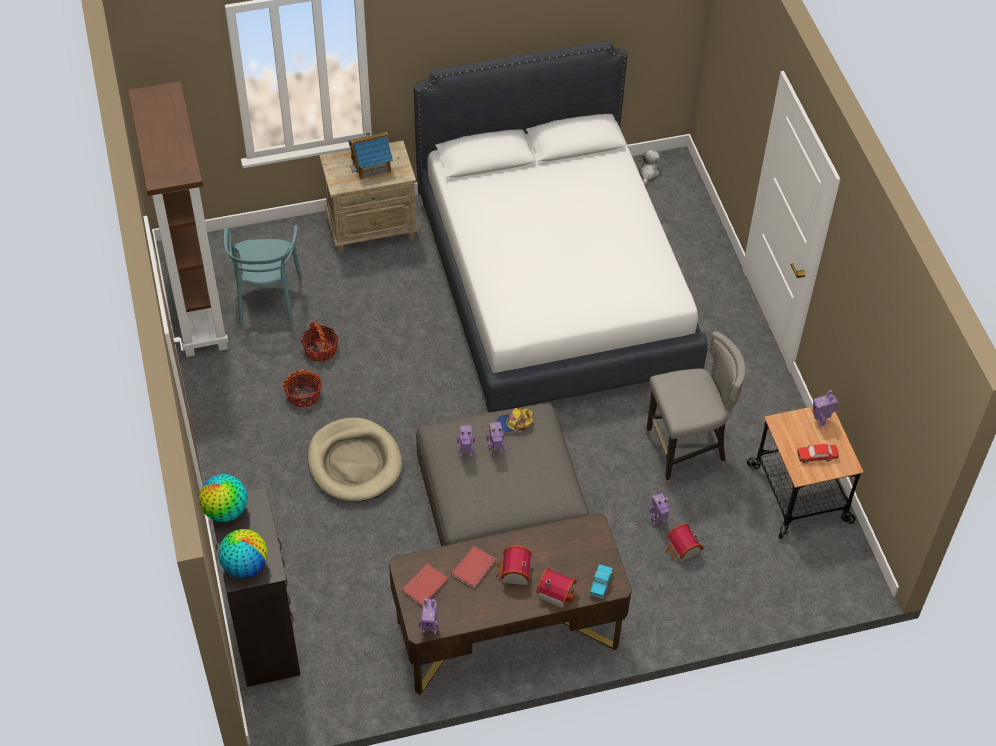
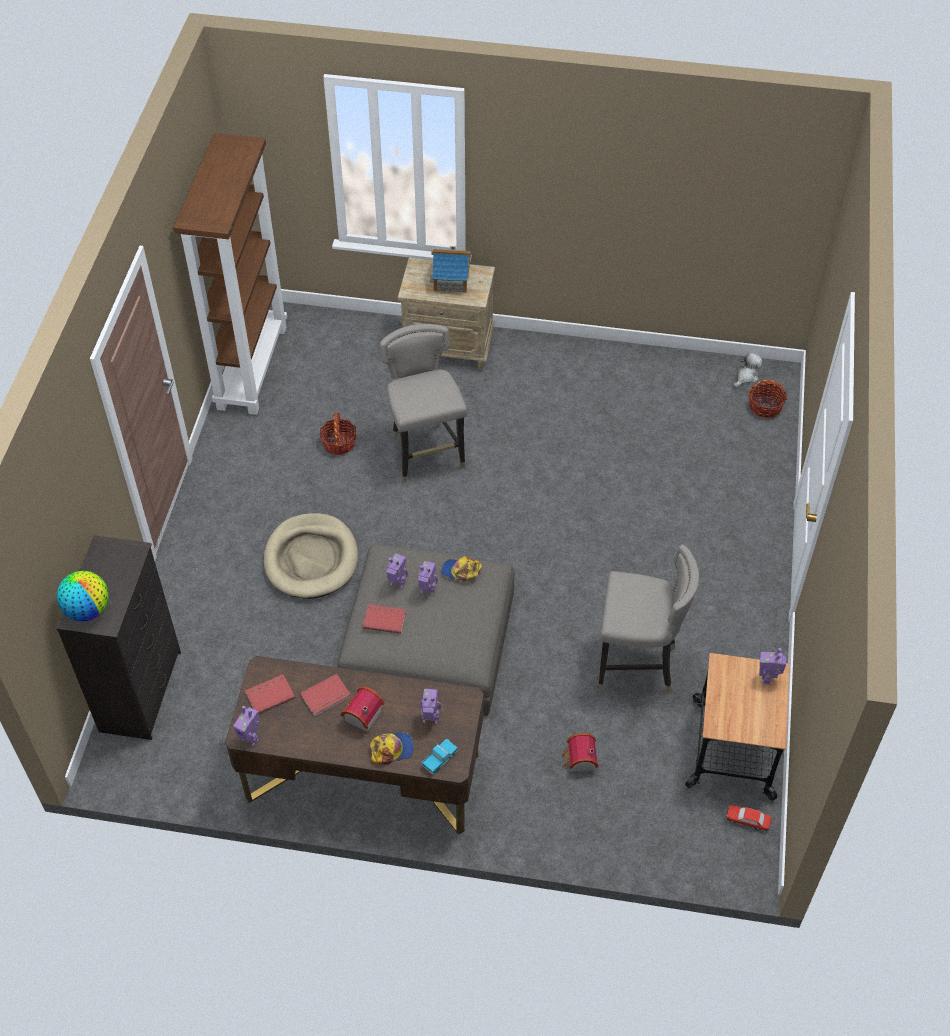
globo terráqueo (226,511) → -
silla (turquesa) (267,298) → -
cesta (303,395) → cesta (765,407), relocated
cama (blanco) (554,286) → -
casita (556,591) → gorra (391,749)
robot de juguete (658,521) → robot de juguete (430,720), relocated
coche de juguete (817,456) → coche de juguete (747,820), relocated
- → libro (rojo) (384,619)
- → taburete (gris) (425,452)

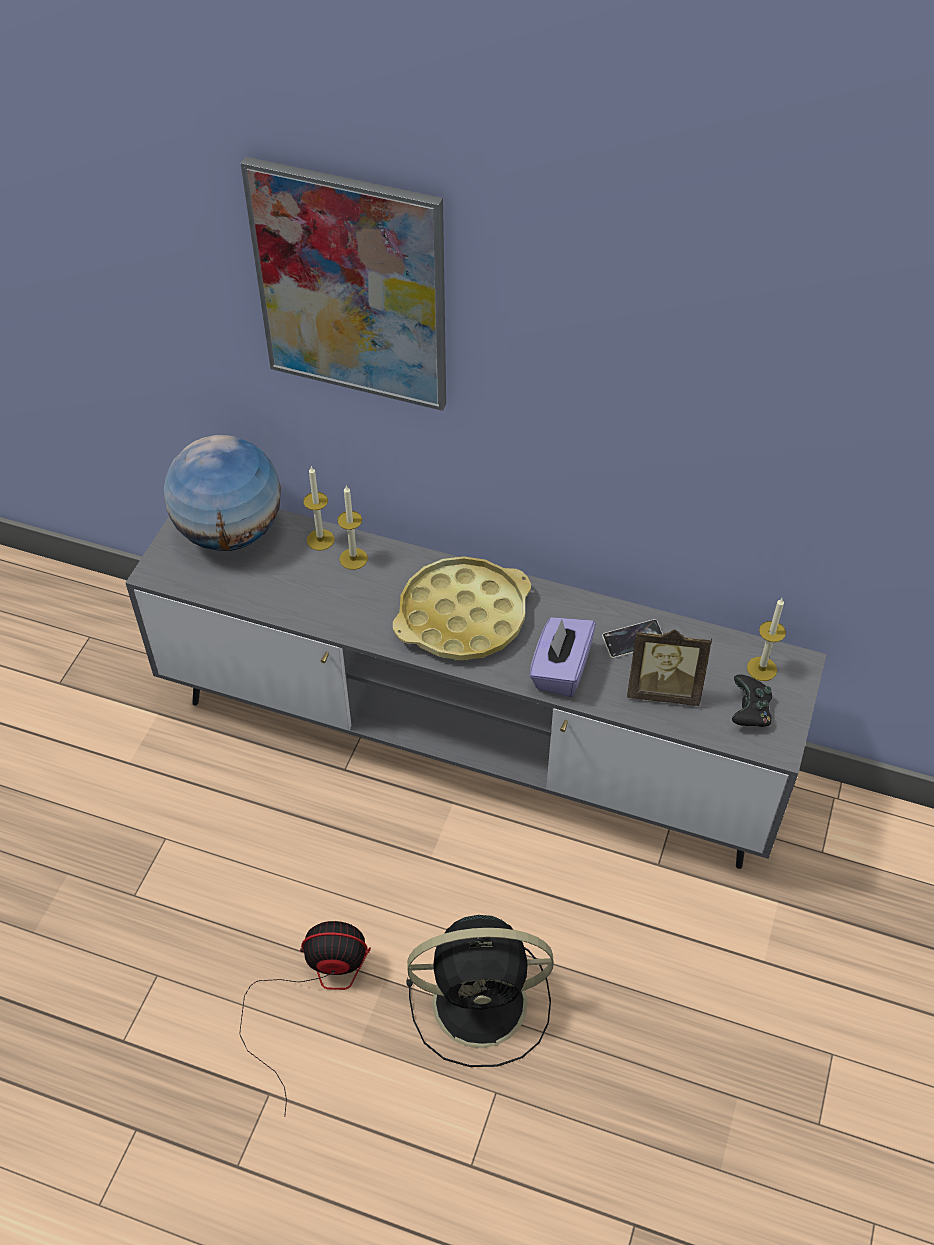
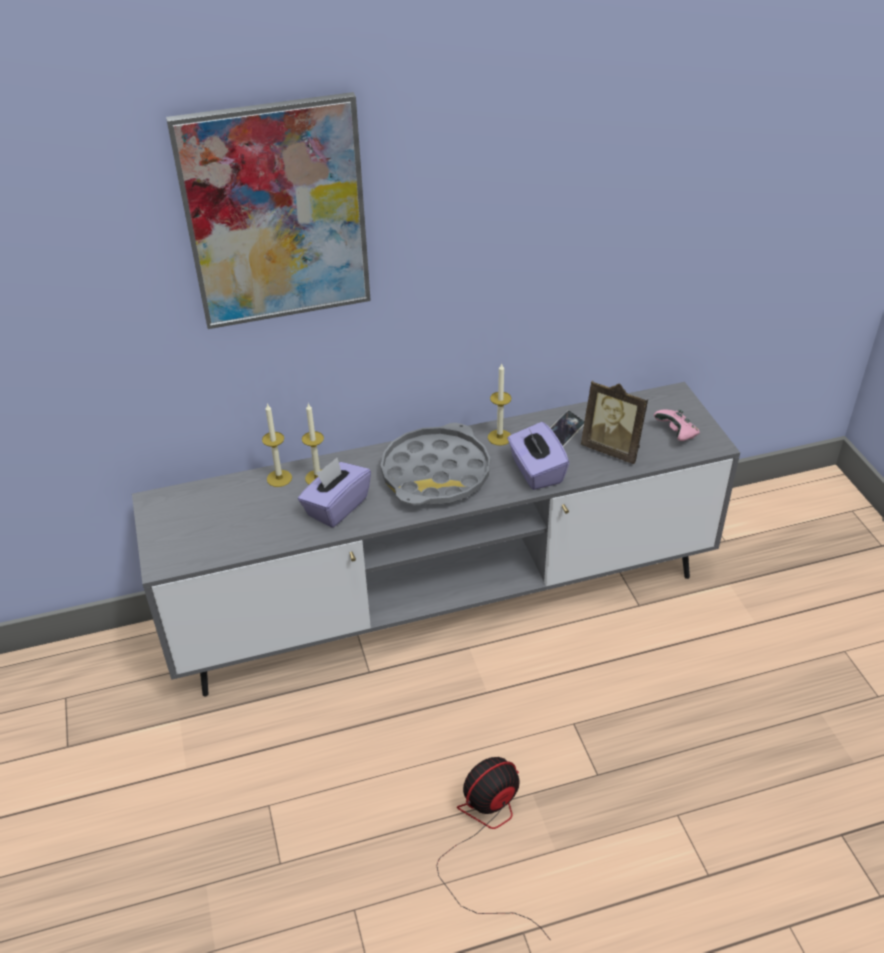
globo terráqueo (230,532) → -
bandeja (amarillo) (462,616) → bandeja (gris) (436,474)
ventilador (negro) (484,1002) → -
portarretratos (663,690) → portarretratos (613,449), 60 degrees clockwise
mando de consola (negro) (749,712) → mando de consola (rosa) (676,434)
vela (761,668) → vela (499,437), relocated
- → caja de pañuelos (morado) (336,507)

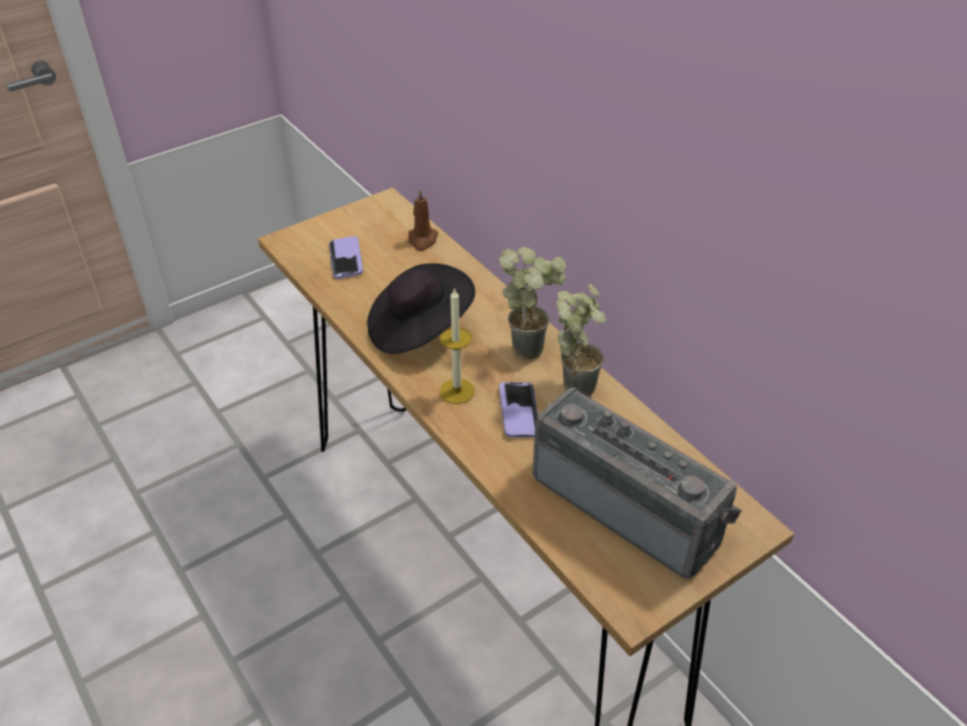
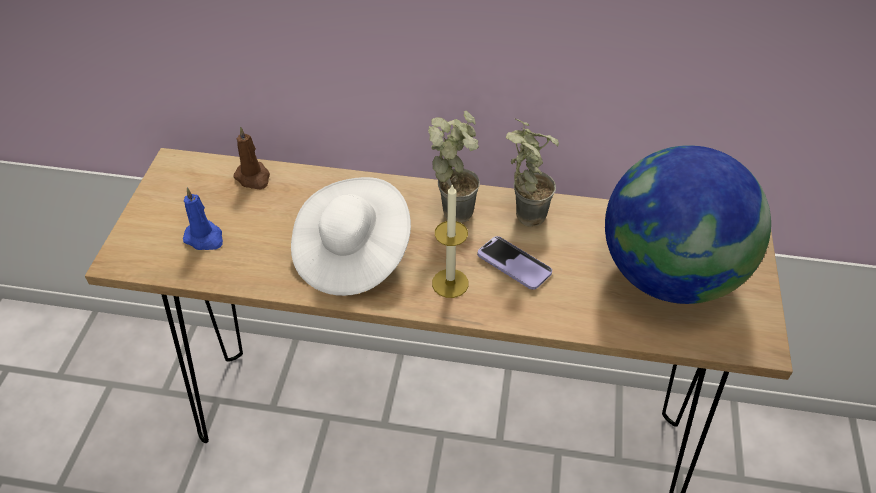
móvil (346,259) → vela (azul) (205,238)
sombrero (negro) (419,328) → sombrero (blanco) (352,254)
radio (630,504) → globo terráqueo (668,274)

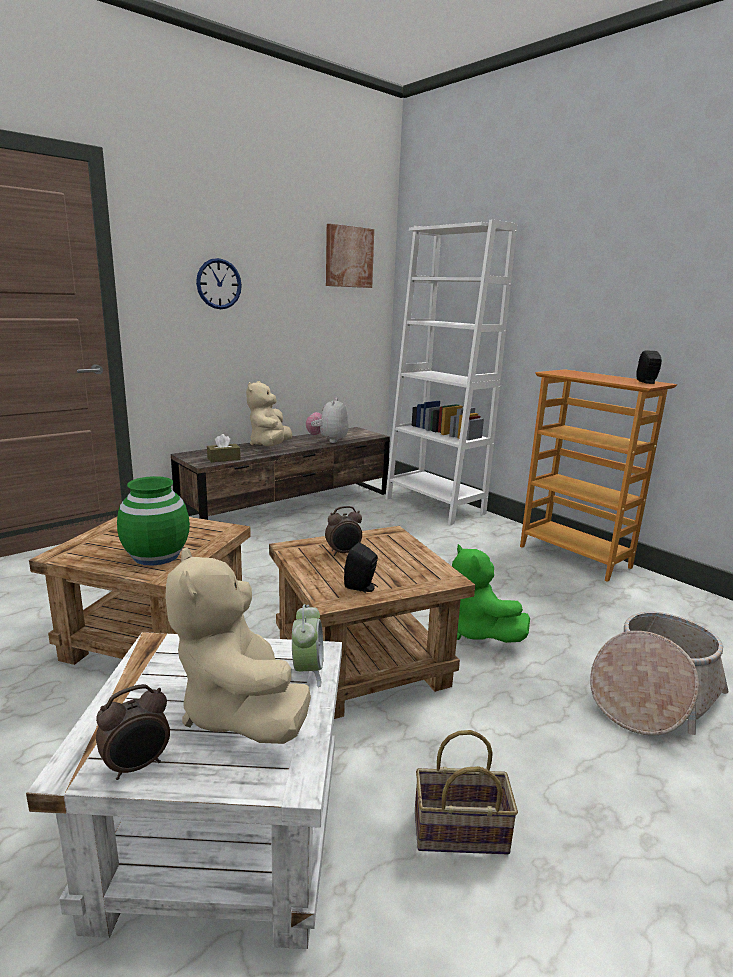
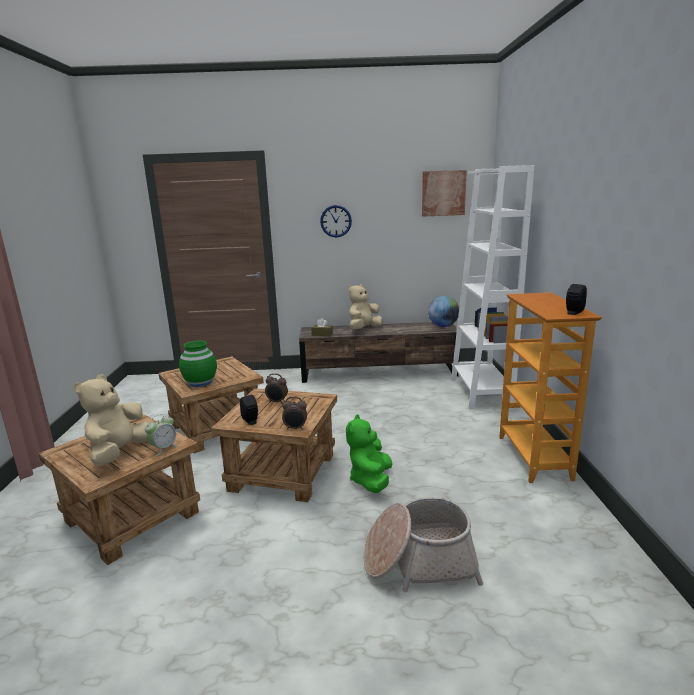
mesa auxiliar (blanco) (219,838) → mesa auxiliar (marrón) (133,516)
despertador (137,766) → despertador (295,428), relocated
peluche (328,440) → -
cesta (458,833) → -
- → globo terráqueo (443,326)

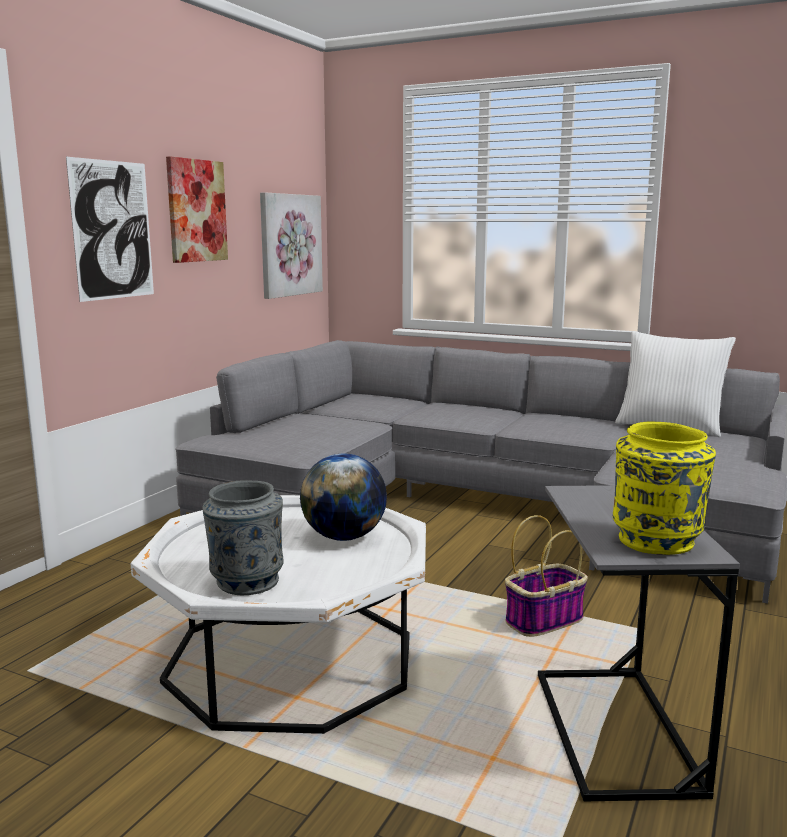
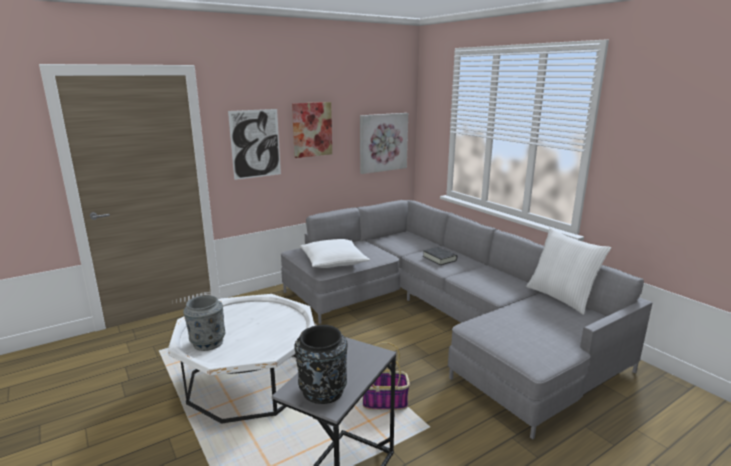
globo terráqueo (344,537) → -
florero (amarillo) (657,542) → florero (negro) (322,392)
- → cojín (blanco) (333,261)
- → libro (negro) (439,258)

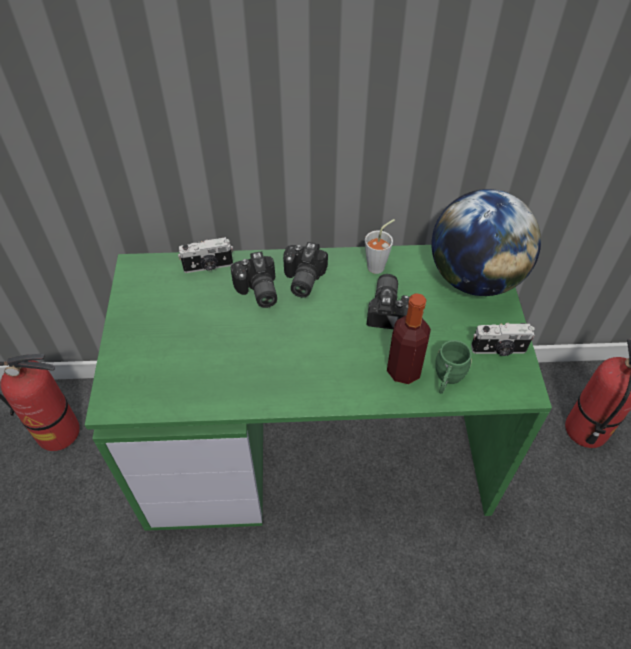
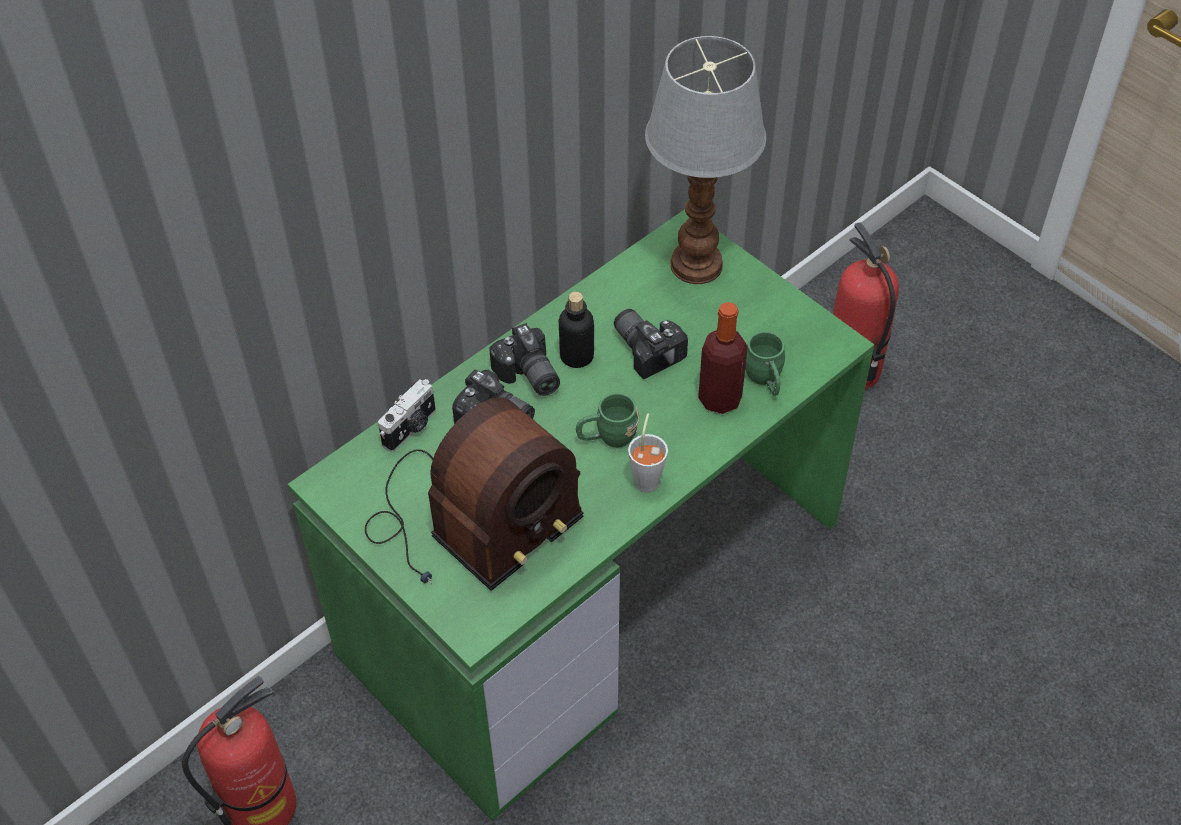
taza (gris) (379,265) → taza (gris) (648,477), relocated
globo terráqueo (474,278) → lámpara de mesa (697,263)
cámara (499,350) → -
- → radio (470,522)
- → botella (577,356)
- → taza grande (verde) (607,437)

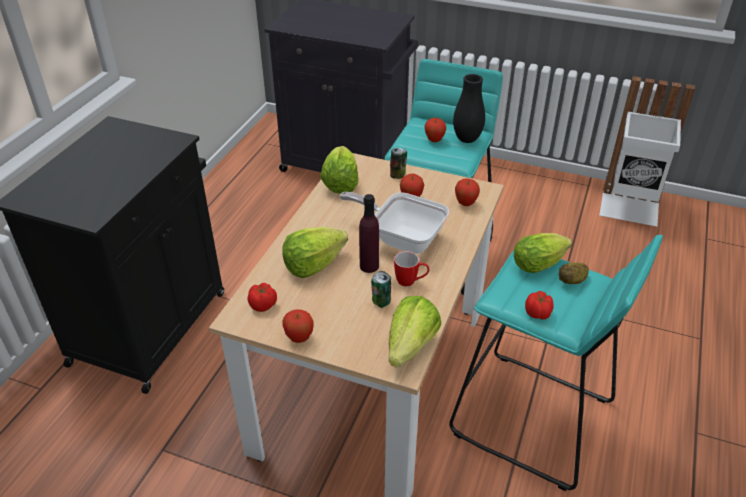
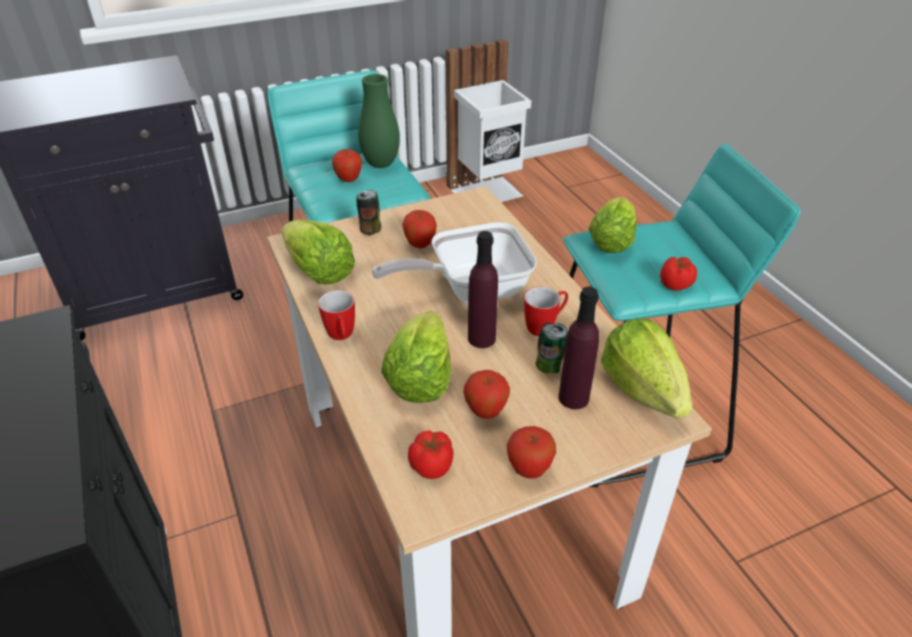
florero (negro) (467,139) → florero (verde) (381,164)
manzana (465,203) → manzana (485,412), relocated
patata (572,280) → -
- → taza grande (341,337)
- → botella (morado) (573,398)

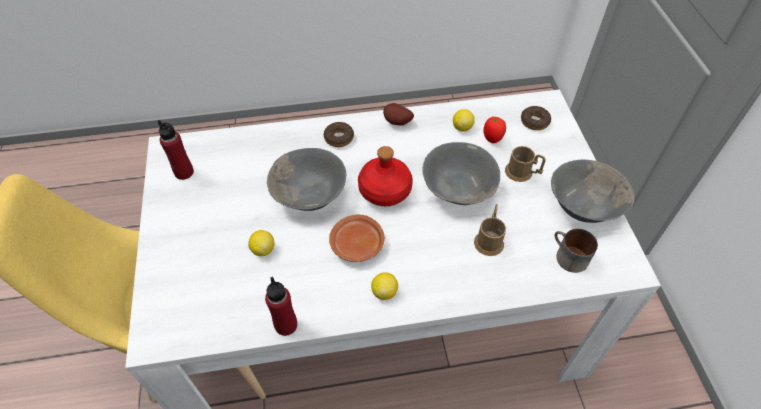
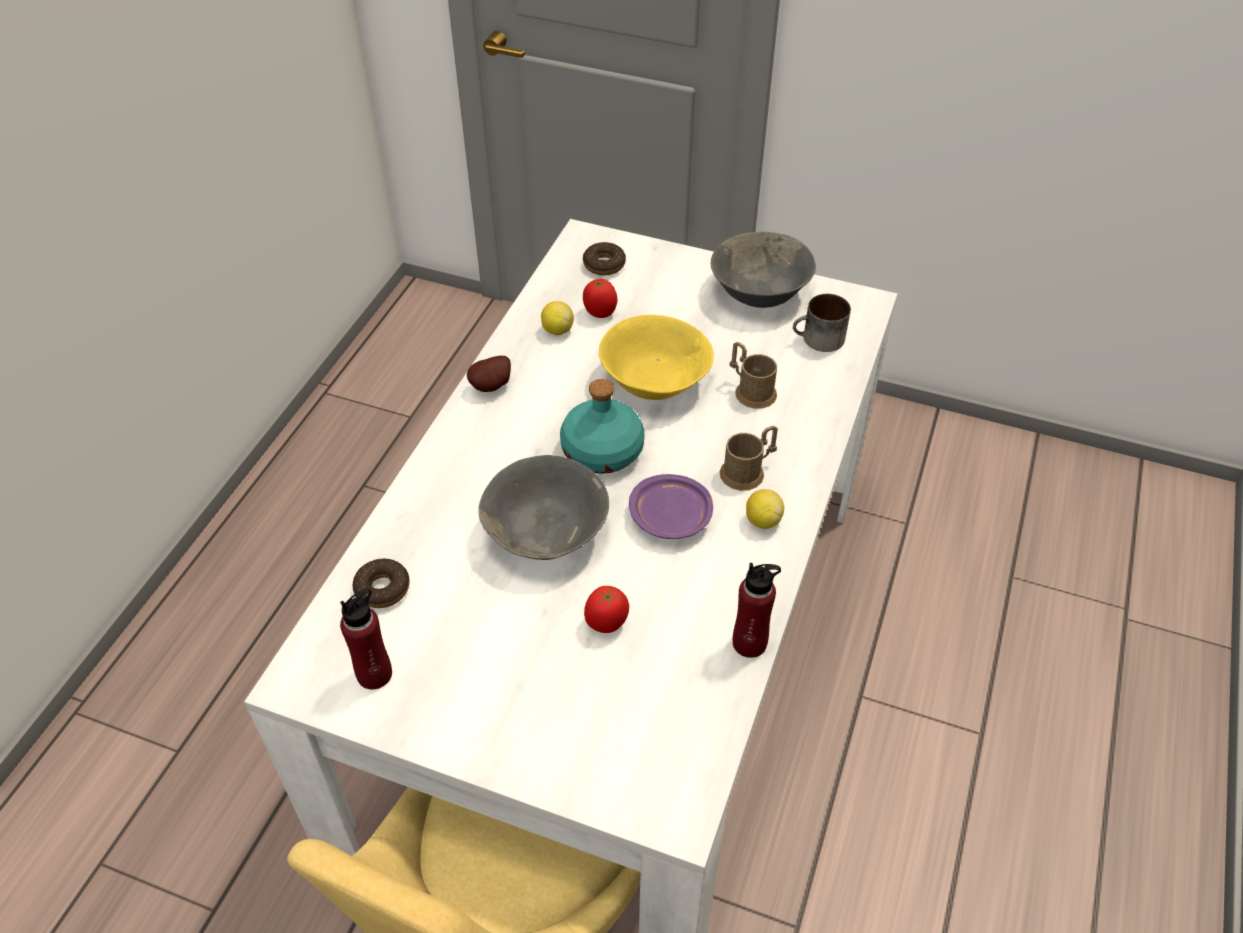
limón (263,249) → tomate (607,623)
rosquilla (339,138) → rosquilla (382,588), relocated
plato (marrón) (357,244) → plato (morado) (671,517)
botella (rojo) (384,190) → botella (turquesa) (602,451)
cuenco (gris) (457,188) → cuenco (amarillo) (653,382)
taza grande (marrón) (522,173) → taza grande (marrón) (748,471), relocated

